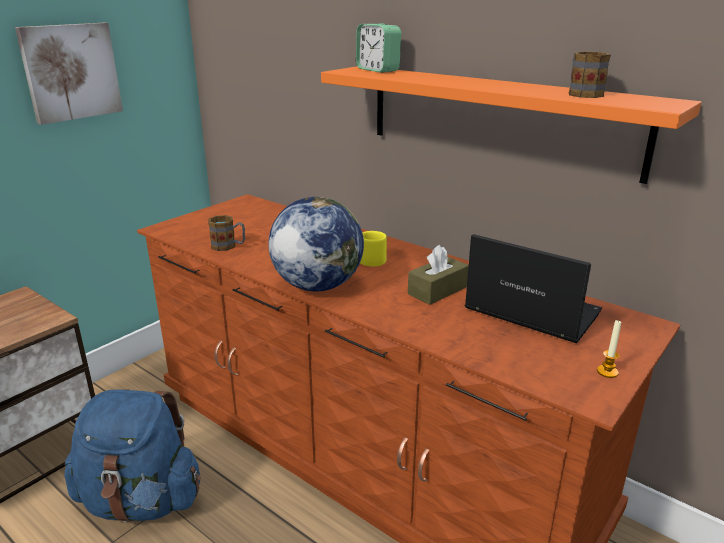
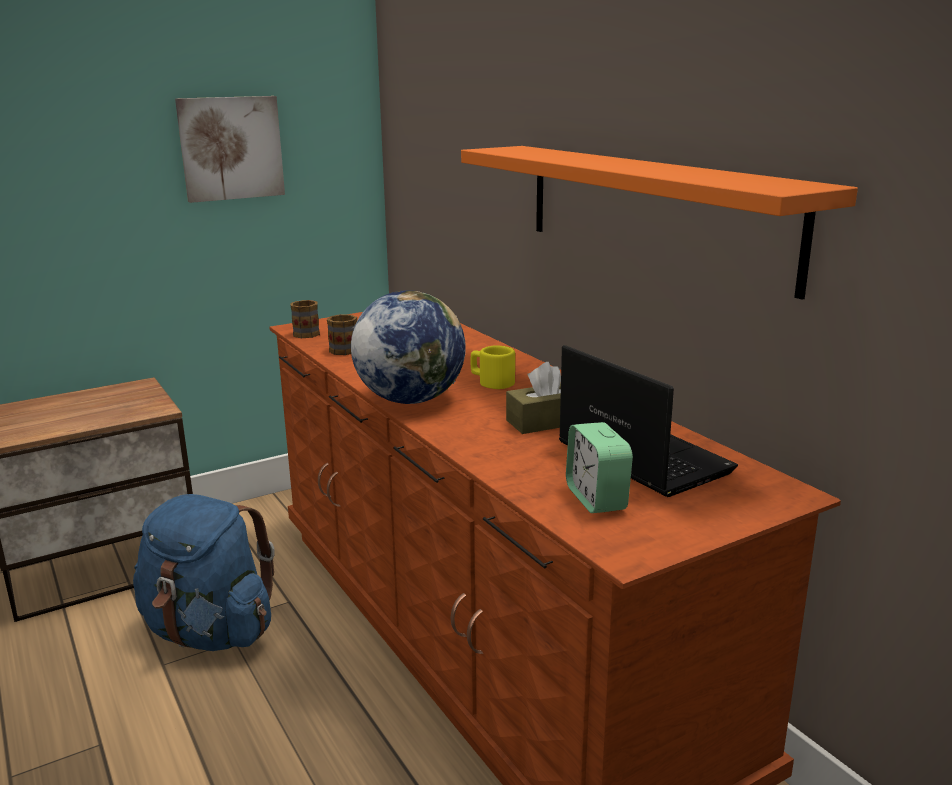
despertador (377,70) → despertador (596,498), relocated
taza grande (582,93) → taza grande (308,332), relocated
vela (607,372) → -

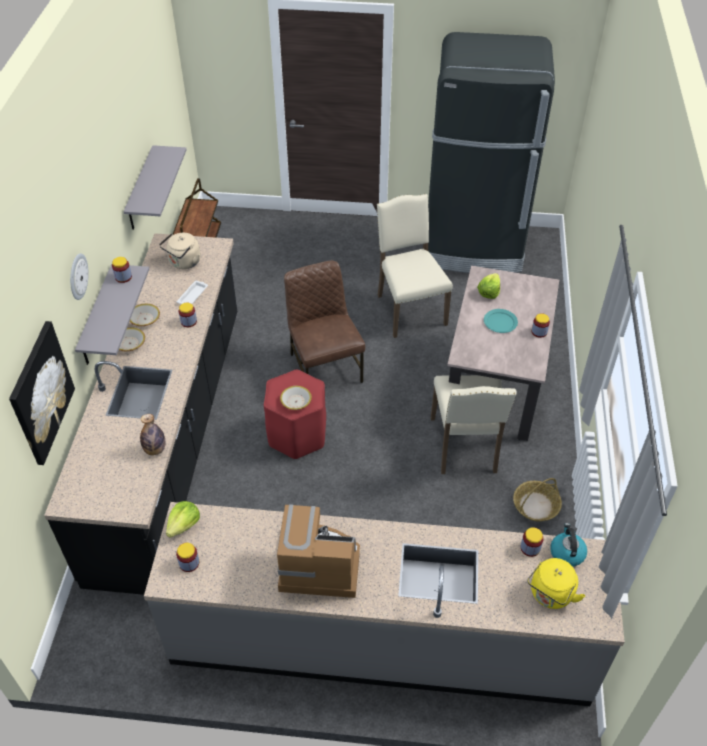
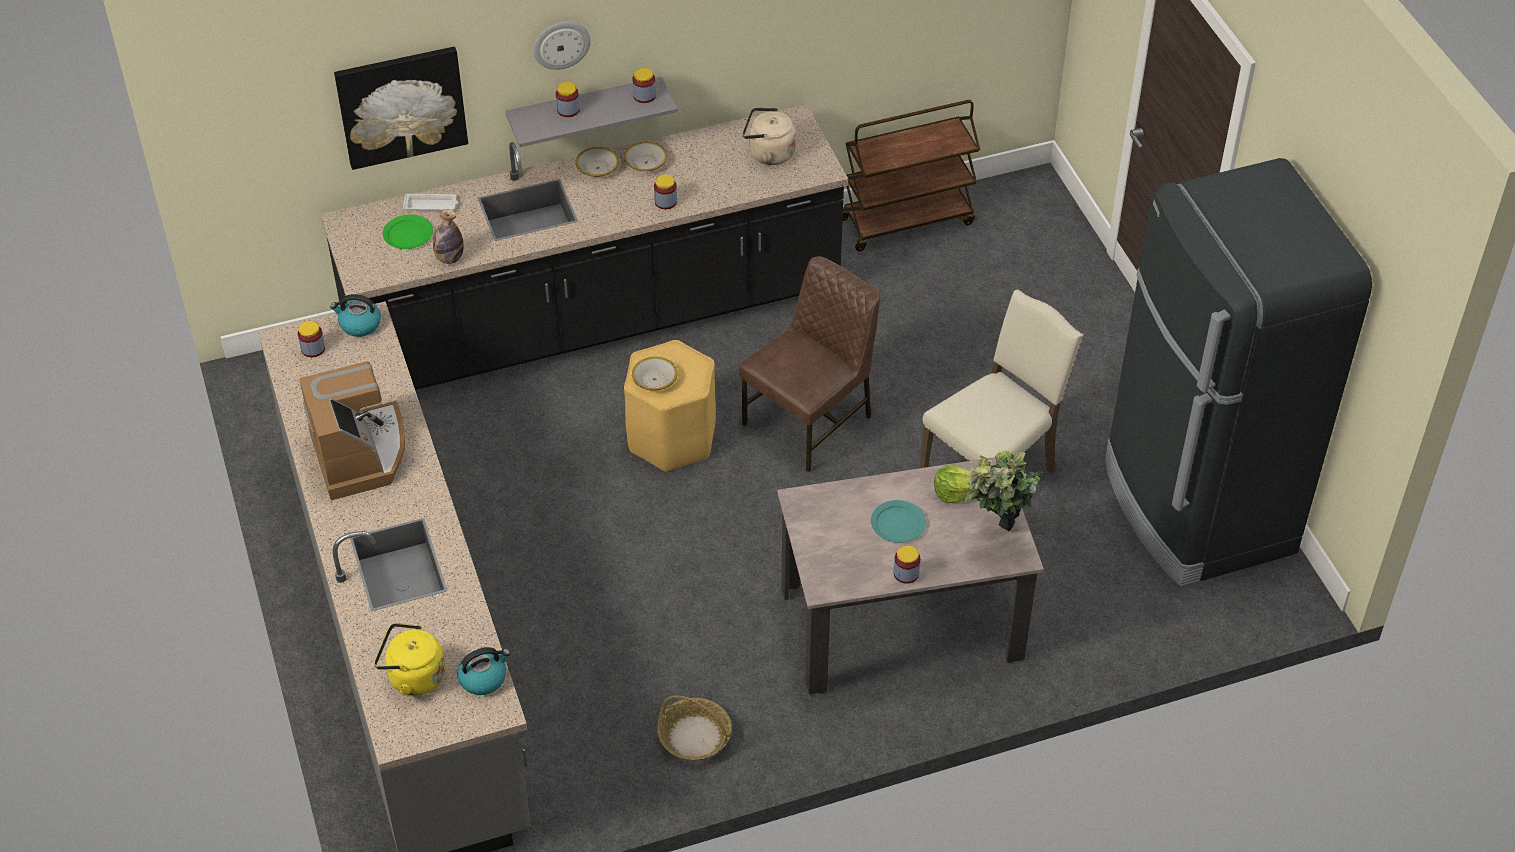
estante (gris) (141,189) → -
lechuga (184,525) → hervidor (359,325)
bandeja (blanco) (193,295) → bandeja (blanco) (431,205), relocated
taburete (rojo) (297,434) → taburete (amarillo) (672,437)
silla (beis) (465,446) → -
tarro (530,548) → tarro (568,110), relocated
- → plato (verde) (408,234)
- → planta en maceta (995,538)

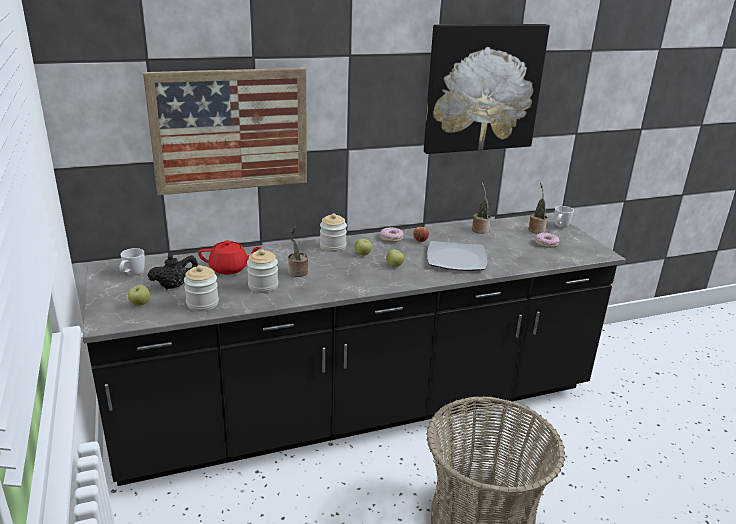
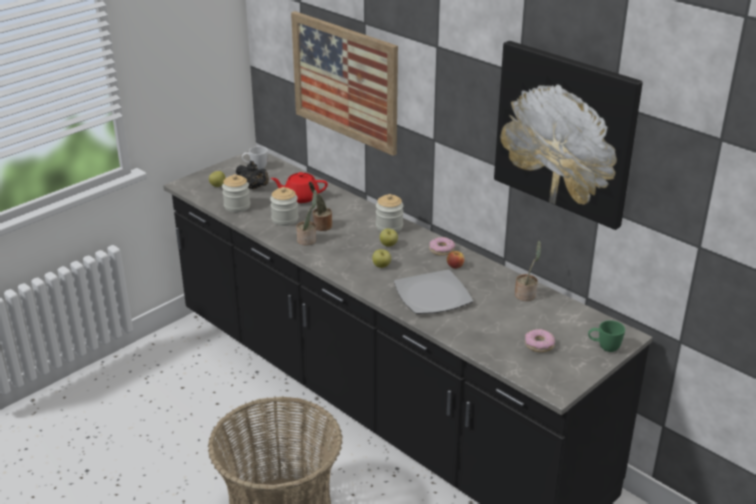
tetera (rojo) (229,268) → tetera (rojo) (300,197), 120 degrees clockwise
planta en maceta (536,229) → planta en maceta (308,240), relocated
taza grande (blanco) (560,227) → taza grande (verde) (604,347)

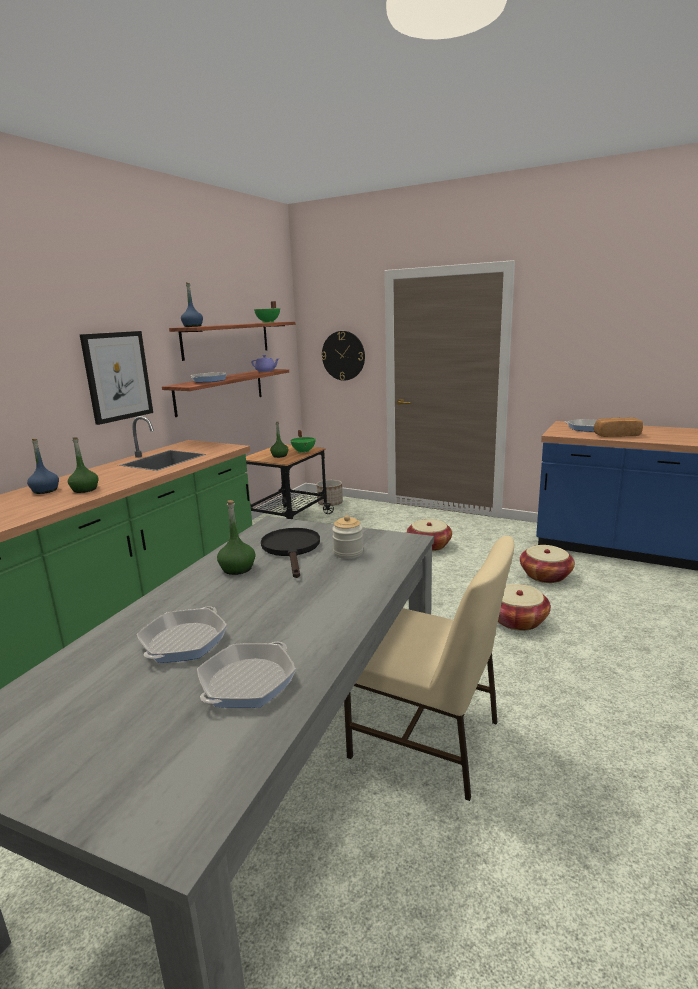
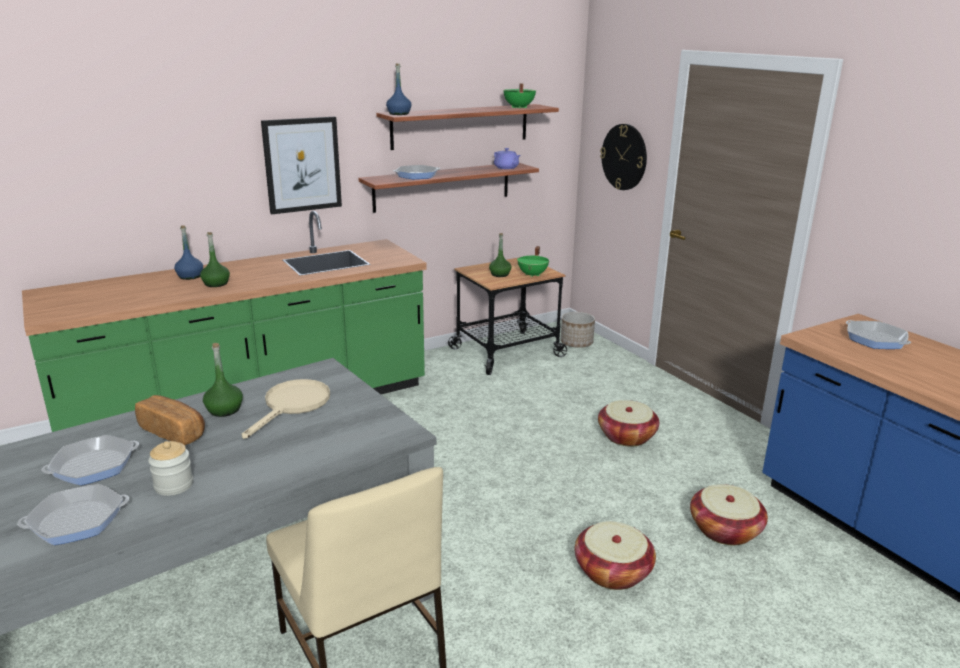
sartén (negro) (292,549) → sartén (beis) (293,405)
tarro (348,553) → tarro (174,485), relocated
pan (616,435) → pan (174,432), relocated

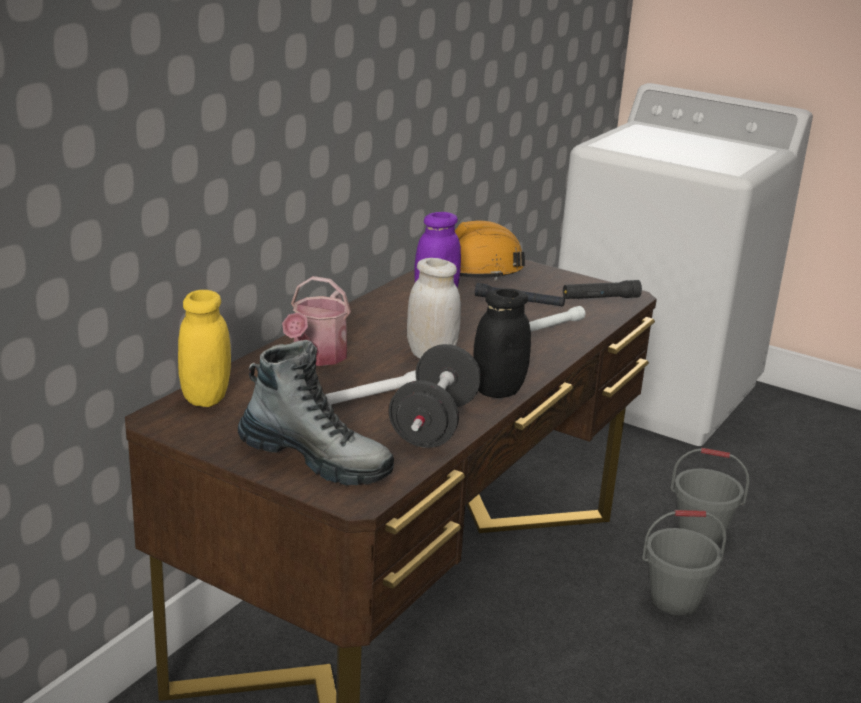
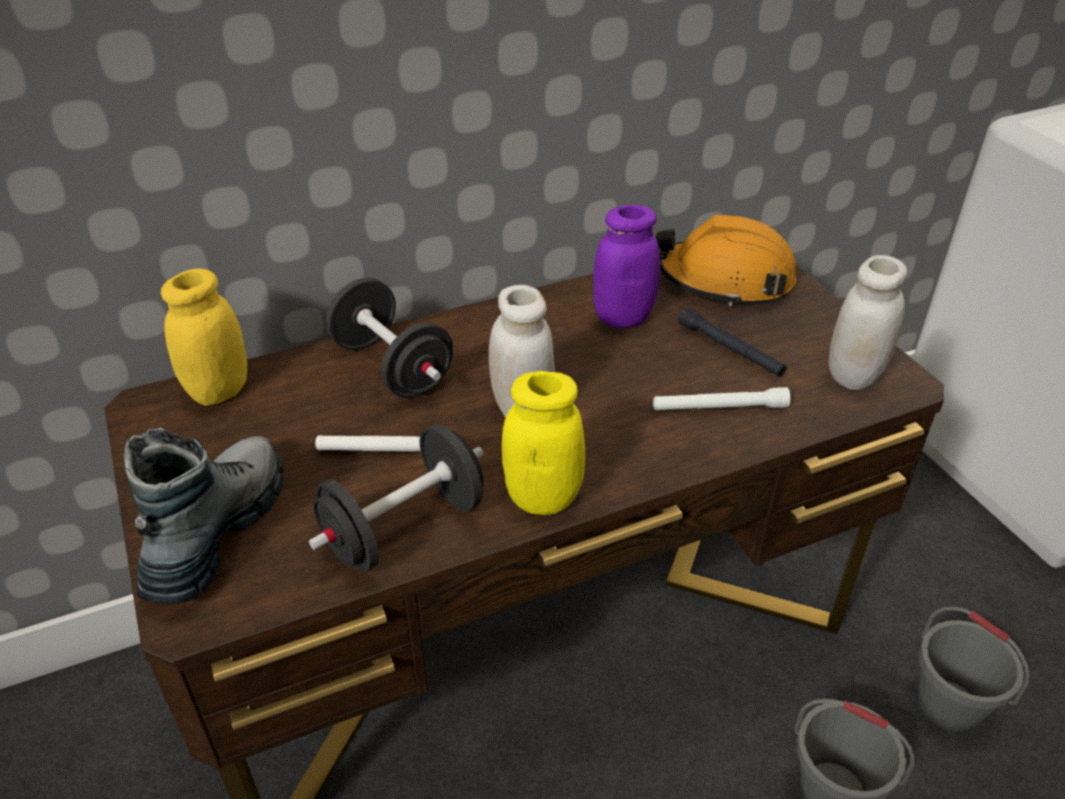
bota (315,459) → bota (217,531), 135 degrees counterclockwise
regadera (316,357) → mancuerna (negro) (392,367)
tarro (negro) (498,390) → tarro (amarillo) (543,498)
linterna (negro) (600,298) → tarro (blanco) (854,376)

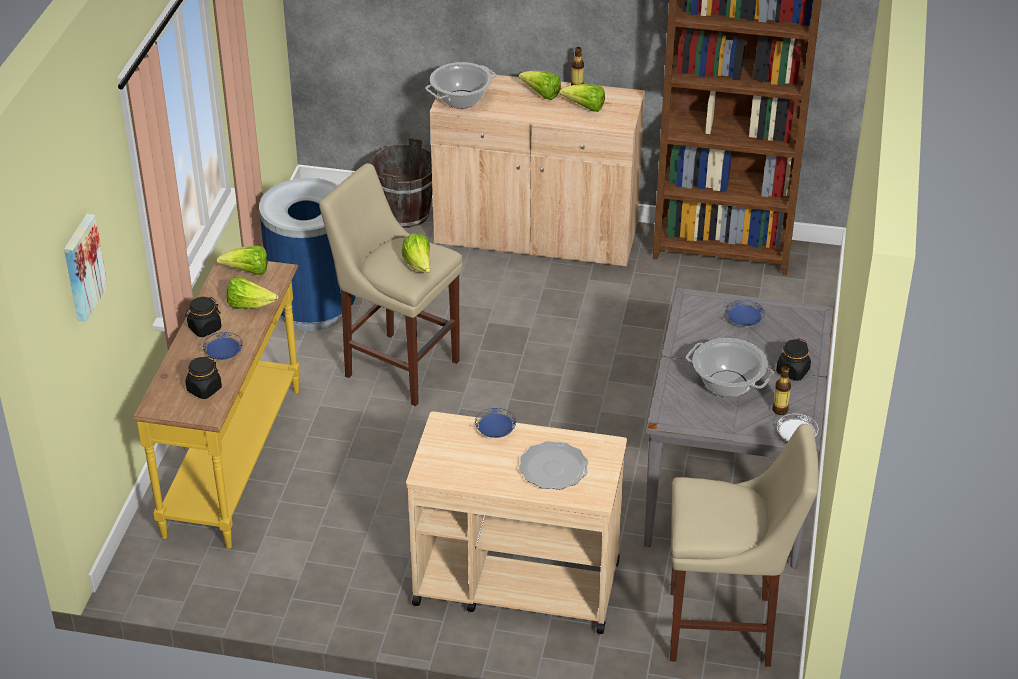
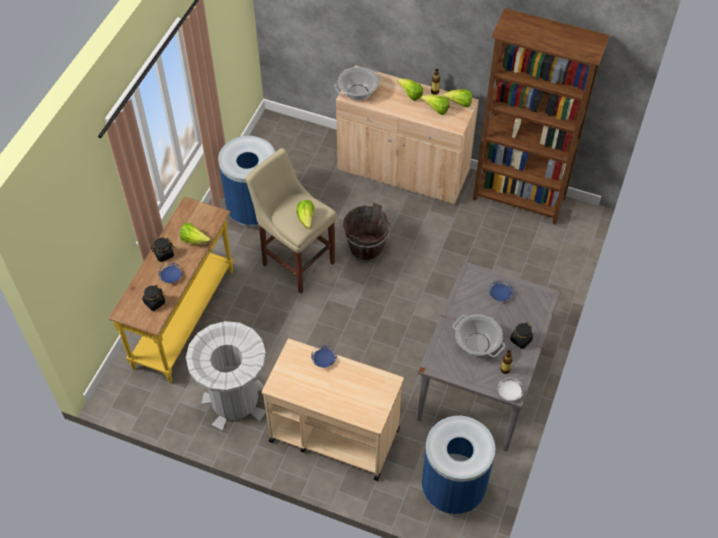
cuadro (82,267) → -
lechuga (248,272) → lechuga (459,103), relocated
cubo (marrón) (406,214) → cubo (marrón) (366,249), relocated
plato (554,468) → -
taburete (beis) (726,629) → papelera (azul) (453,489)
- → papelera (gris) (234,401)

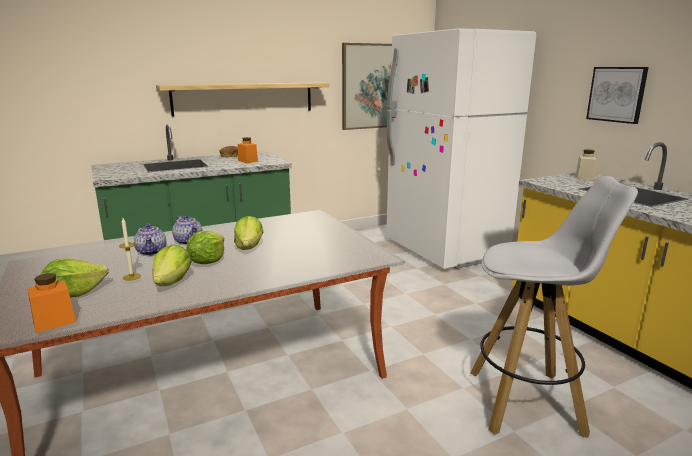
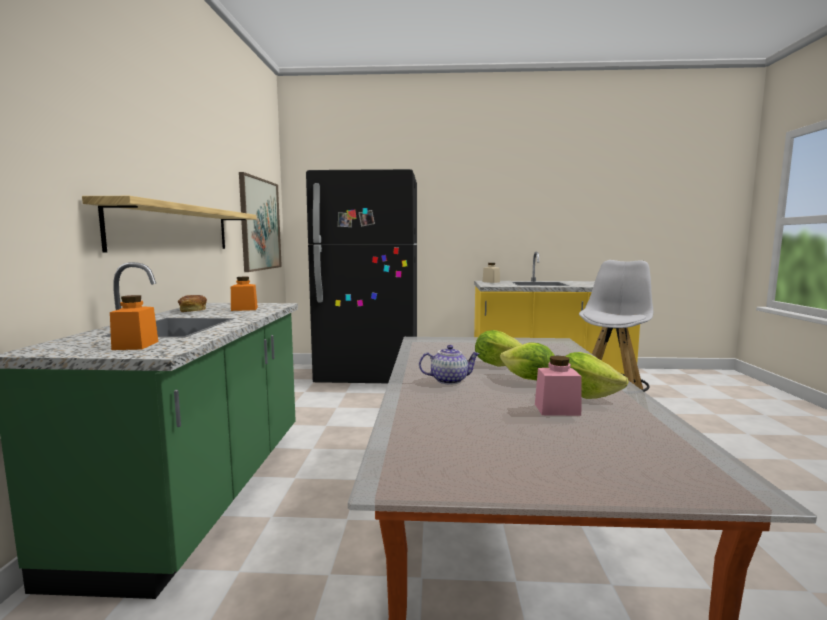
tarro (naranja) (54,321) → tarro (naranja) (135,345), relocated
lechuga (74,294) → -
vela (131,277) → tarro (rosa) (557,409)
tetera (152,252) → -
nevera (blanco) (445,250) → nevera (negro) (369,376)
cuadro (617,94) → -

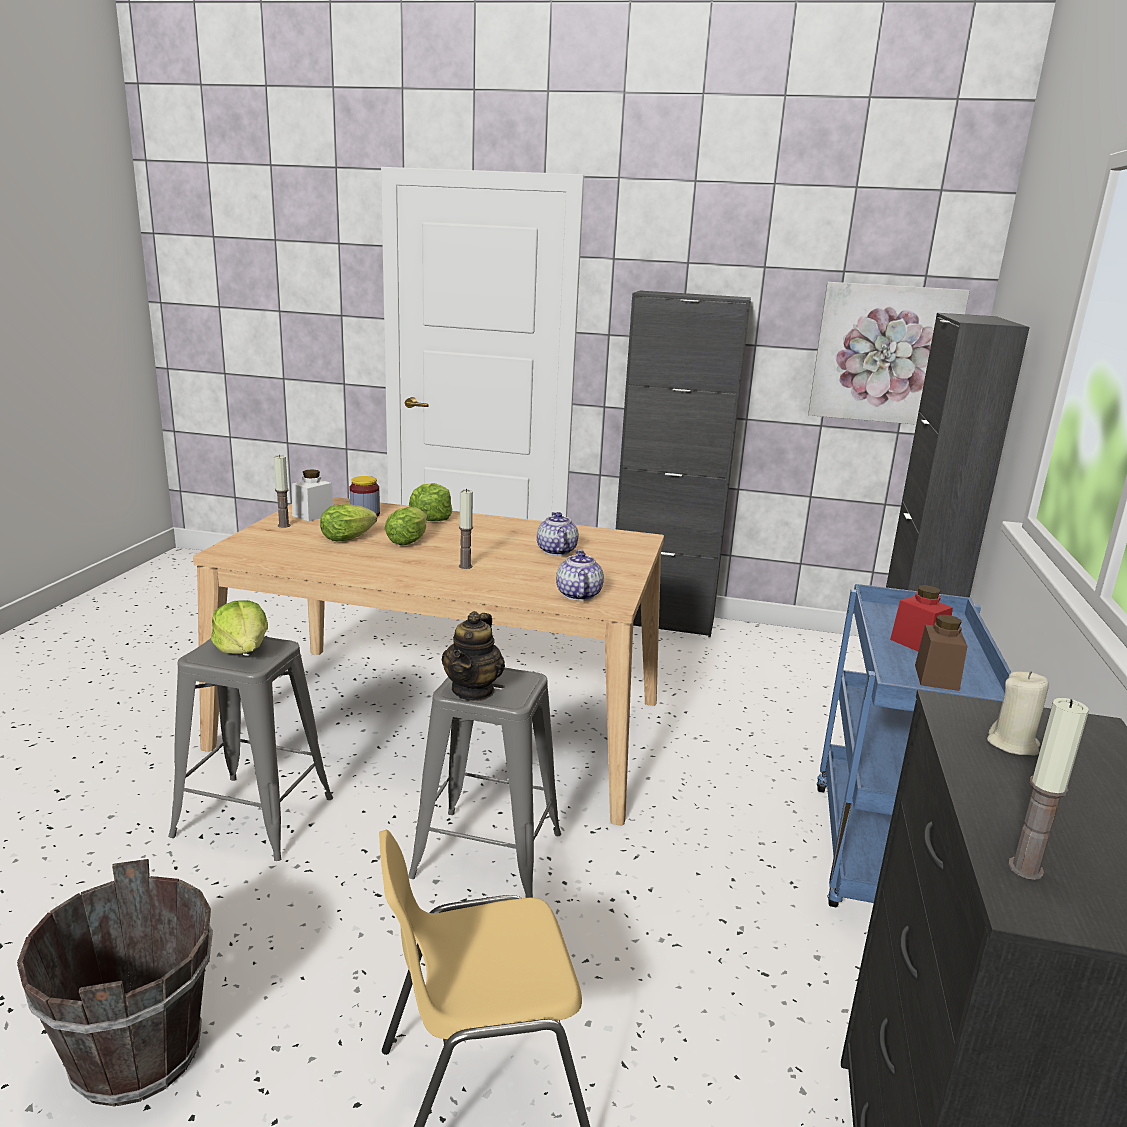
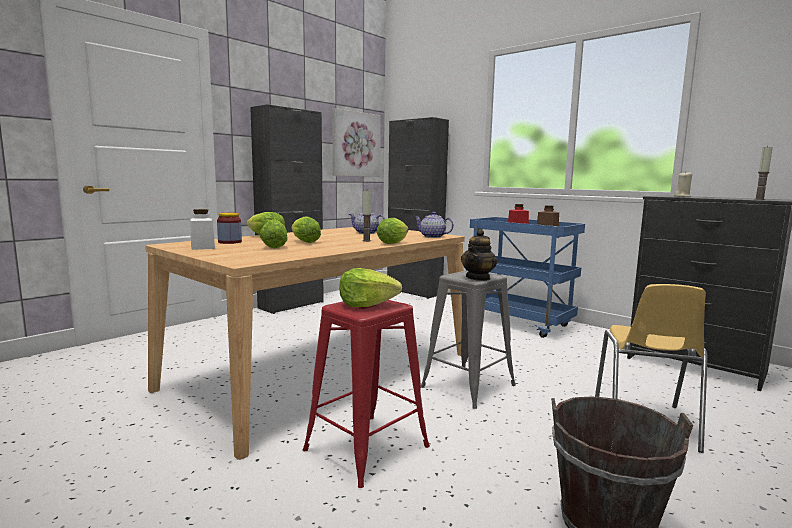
taburete (gris) (255,817) → taburete (rojo) (367,448)
vela (284,525) → -
tetera (473,690) → tetera (478,278), 75 degrees clockwise
- → lechuga (394,243)

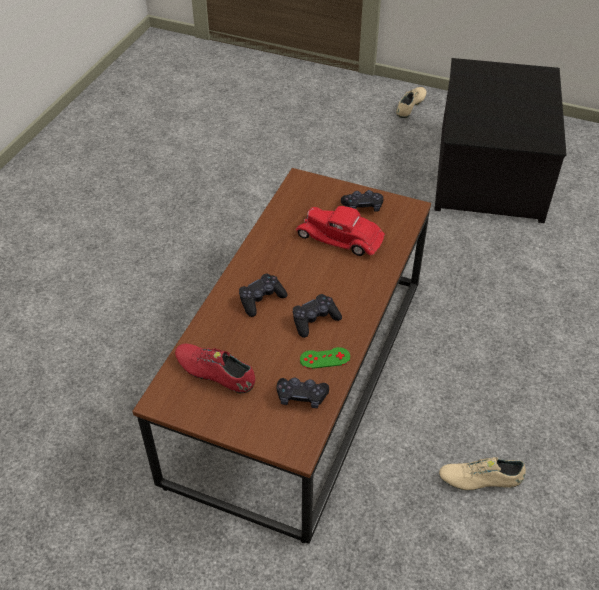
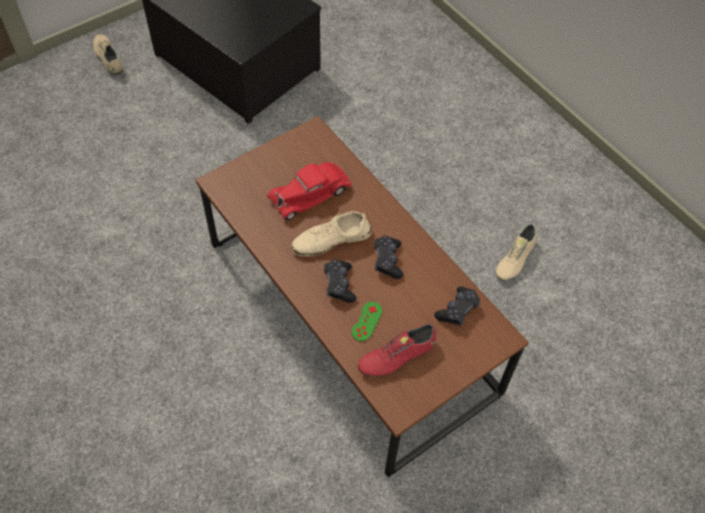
mando de consola (verde) (325,358) → mando de consola (verde) (367,321), relocated
mando de consola (negro) (362,207) → -
- → zapato (beis) (331,240)

